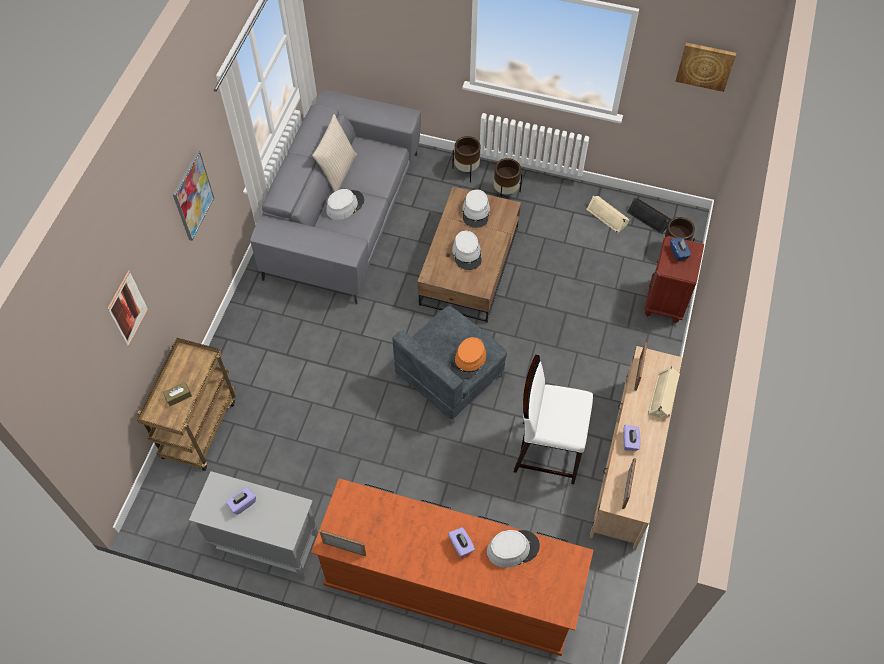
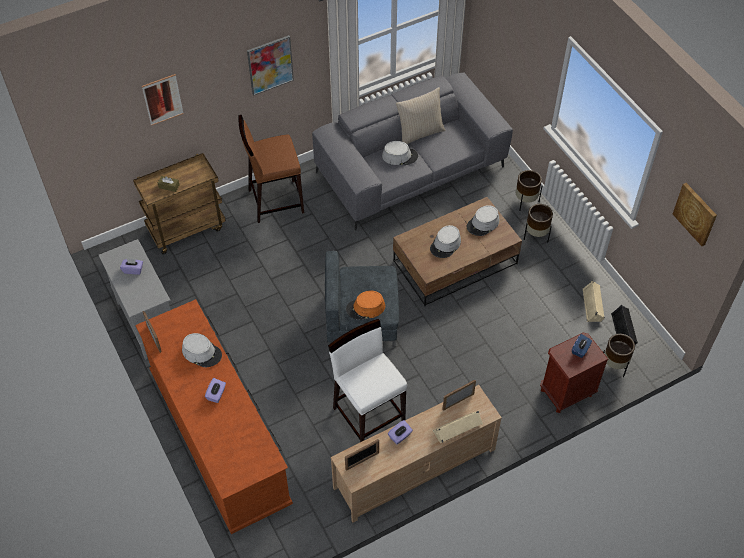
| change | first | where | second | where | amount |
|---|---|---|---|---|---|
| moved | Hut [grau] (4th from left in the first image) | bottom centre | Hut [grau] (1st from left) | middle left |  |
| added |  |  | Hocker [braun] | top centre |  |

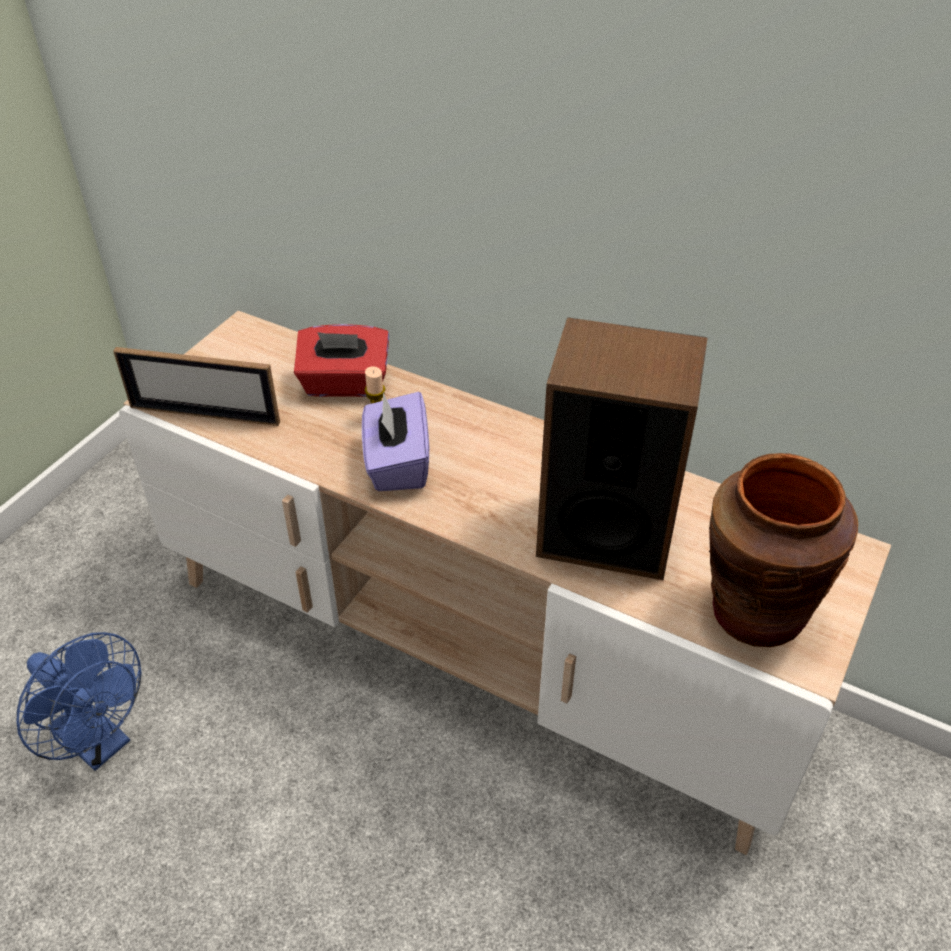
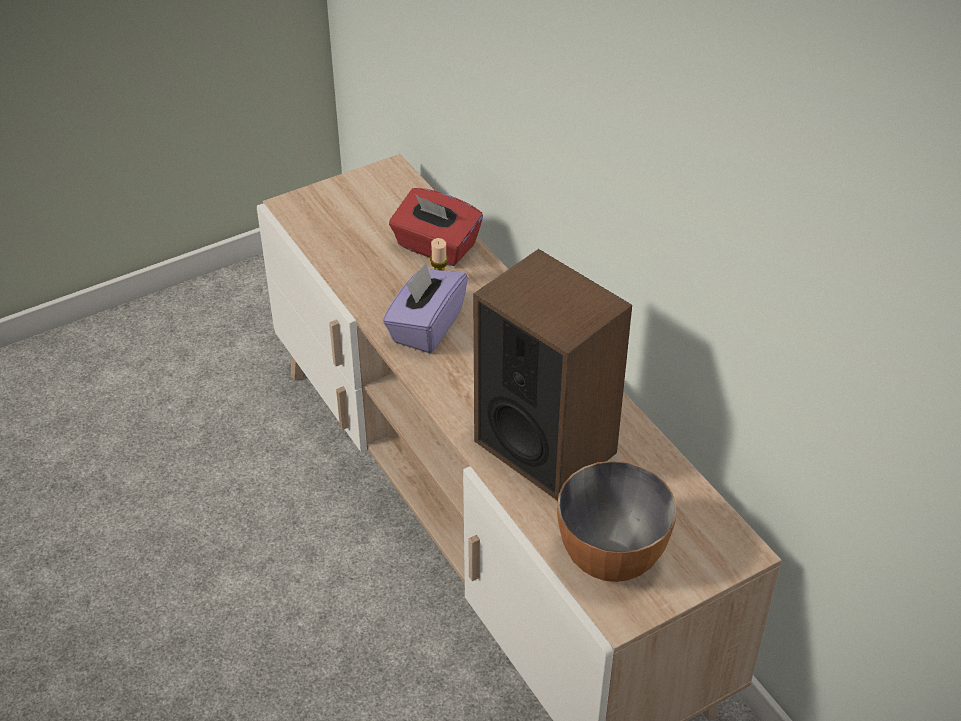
| change | first | where | second | where | amount |
|---|---|---|---|---|---|
| removed | Bilderrahmen | middle left |  |  |  |
| replaced | Vase [braun] | middle right | Schüssel | bottom centre |  |
| removed | Ventilator [blau] | bottom left |  |  |  |

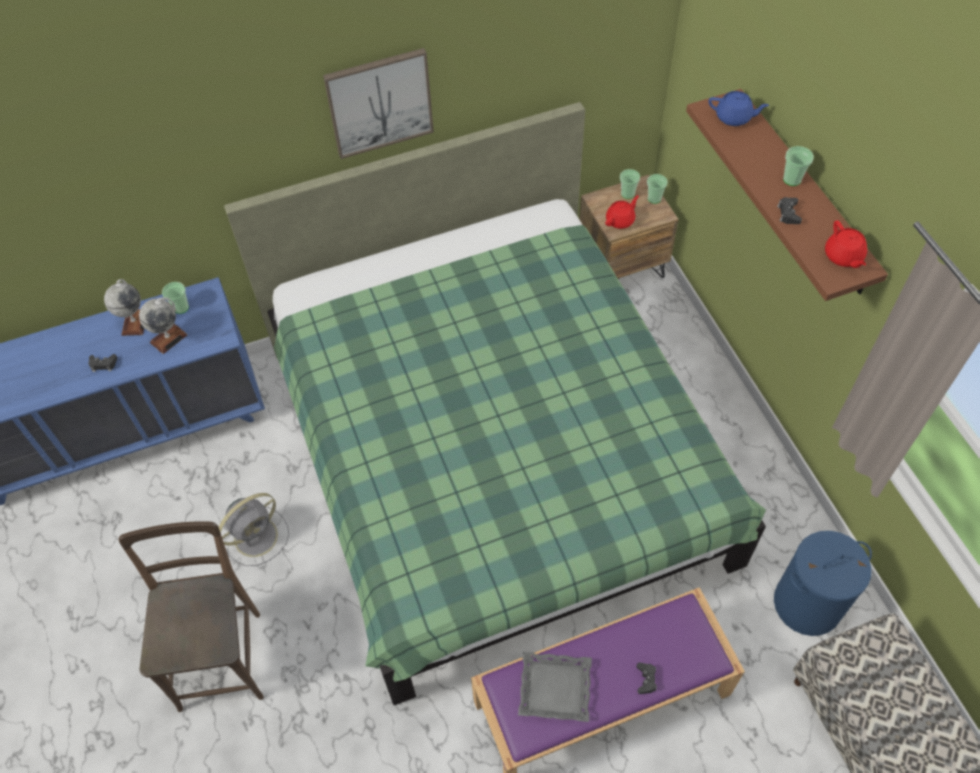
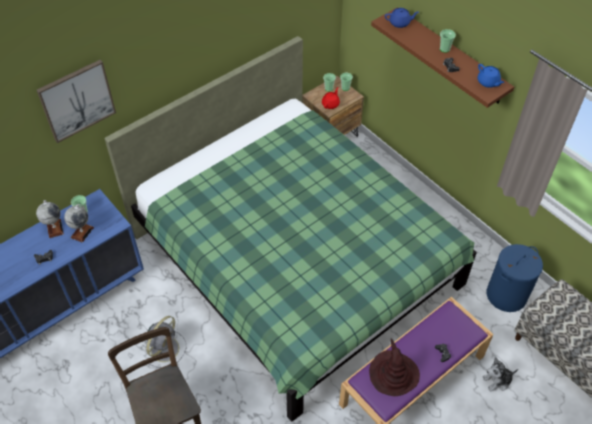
| change | first | where | second | where | amount |
|---|---|---|---|---|---|
| moved | Bild | top centre |  | top left |  |
| recoloured | Teekanne [rot] (2nd from left) | top right | Teekanne [blau] (2nd from left) | top right |  |
| replaced | Tablett [grau] | bottom centre | Hut [braun] | bottom centre |  |
| added |  |  | Plüschtier | bottom right |  |

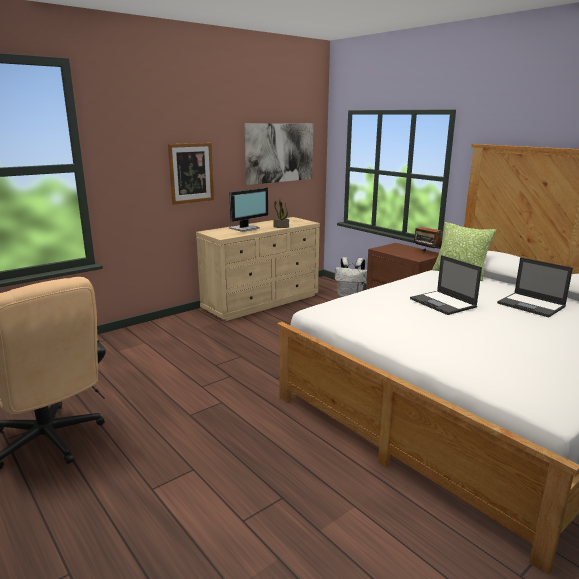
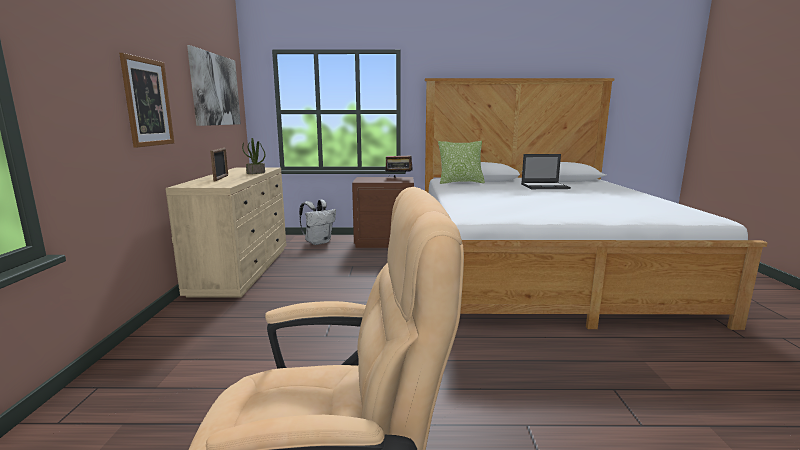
| change | first | where | second | where | amount |
|---|---|---|---|---|---|
| replaced | Monitor | centre | Bilderrahmen | middle left |  |
| removed | Laptop (1st from left) | middle right |  |  |  |

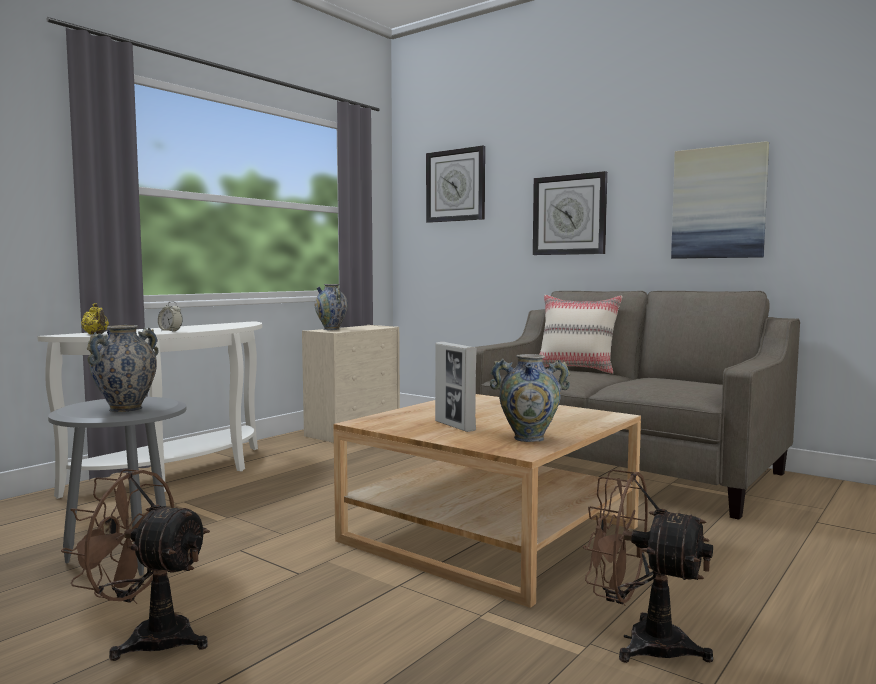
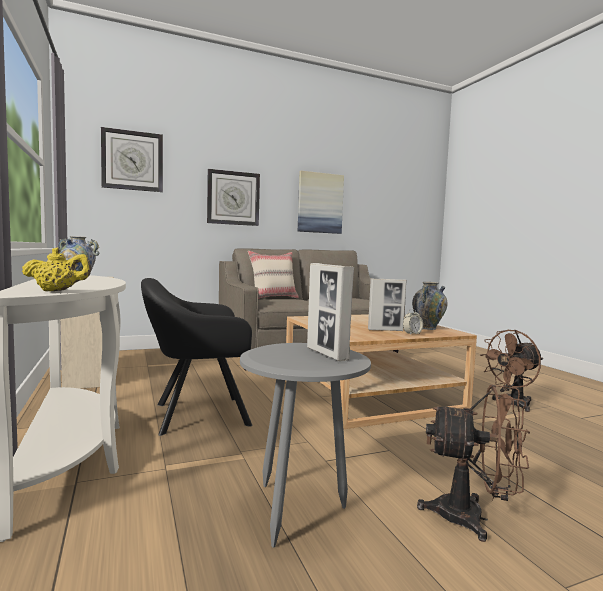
| change | first | where | second | where | amount |
|---|---|---|---|---|---|
| moved | Wecker | middle left |  | middle right |  |
| replaced | Vase (1st from left) | middle left | Bilderrahmen (1st from left) | centre |  |
| turned | Ventilator [braun] (1st from left) | bottom left |  | bottom right | 120 degrees counterclockwise |
| added |  |  | Sessel [schwarz] | middle left |  |

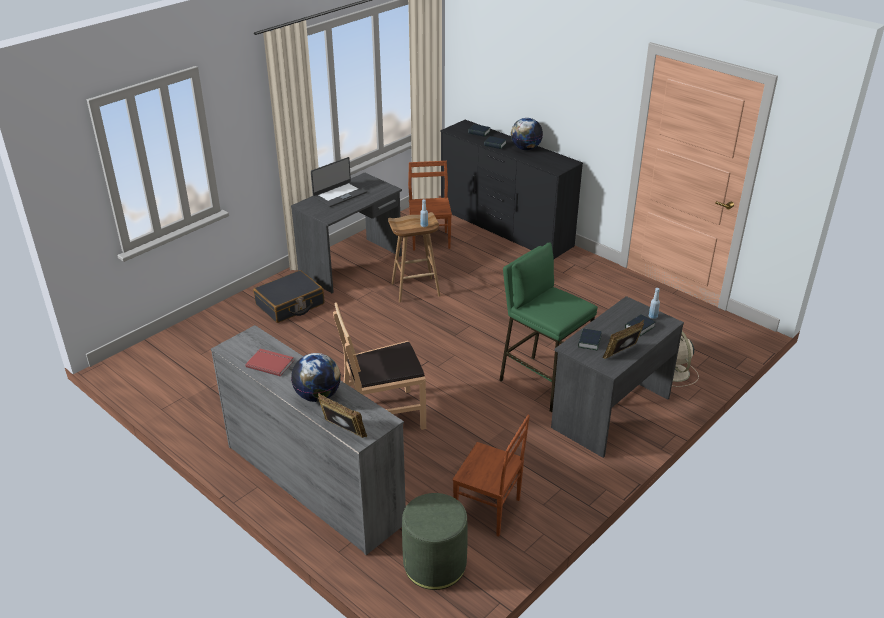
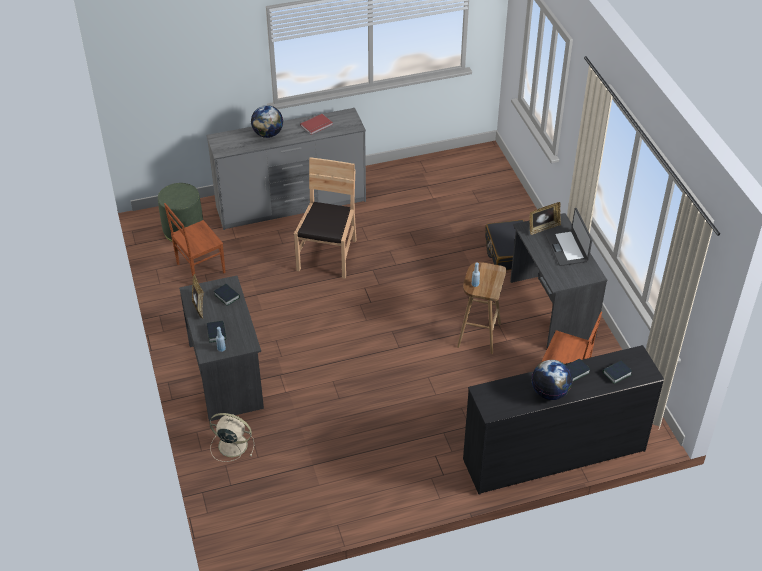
| change | first | where | second | where | amount |
|---|---|---|---|---|---|
| removed | Hocker [grün] | centre |  |  |  |
| moved | Bilderrahmen (1st from left in the first image) | bottom centre | Bilderrahmen (2nd from left) | middle right |  |

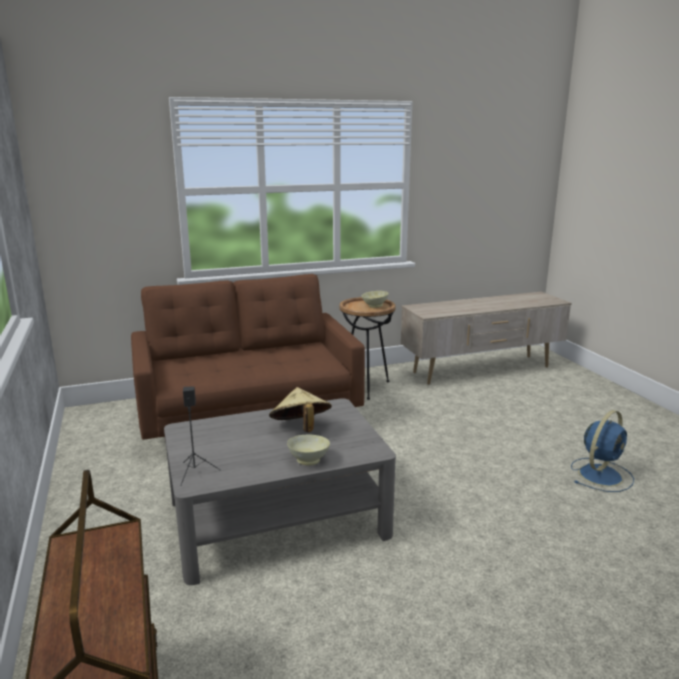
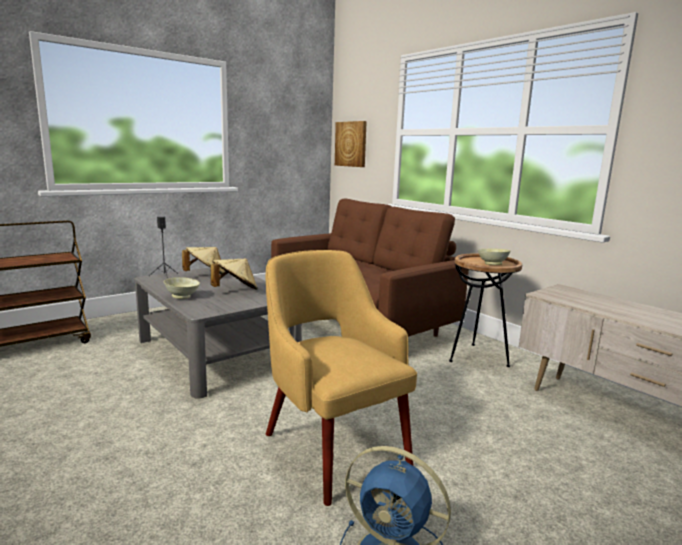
| change | first | where | second | where | amount |
|---|---|---|---|---|---|
| added |  |  | Bild | top centre |  |
| added |  |  | Hut [beige] (1st from left) | middle left |  |
| added |  |  | Sessel [gelb] | bottom centre |  |

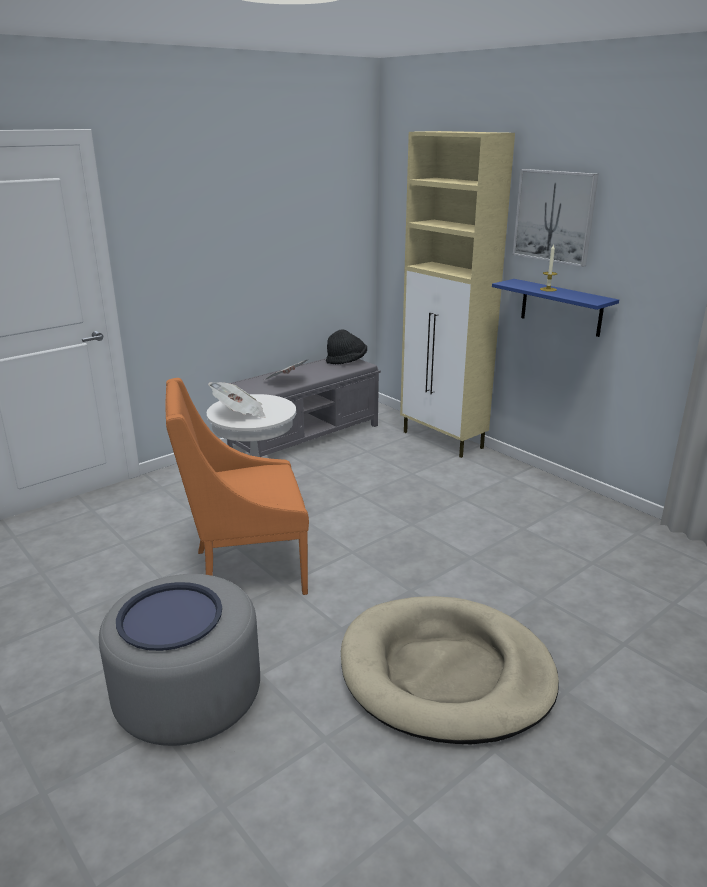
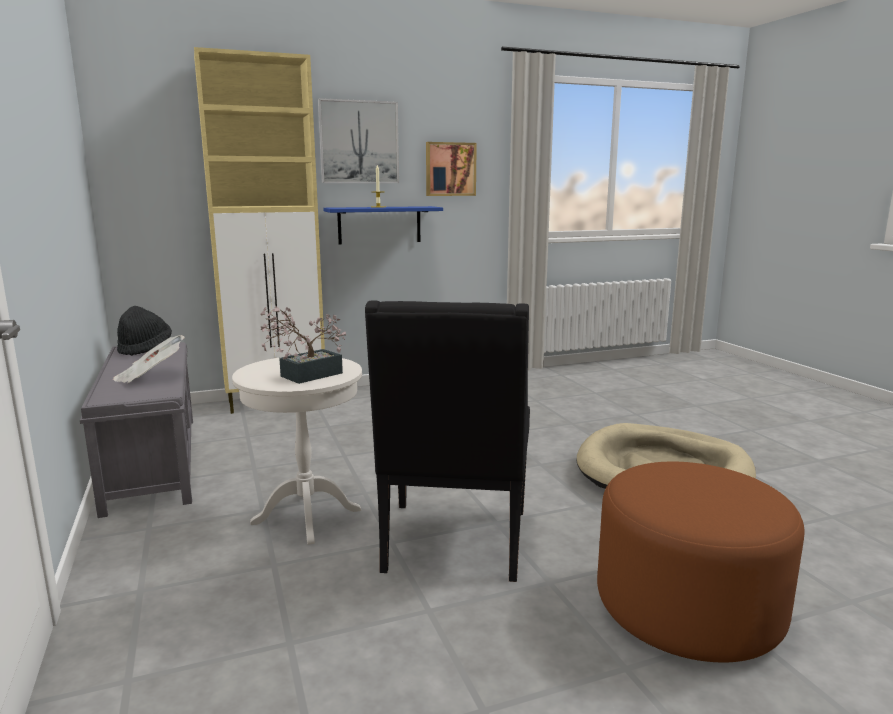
| change | first | where | second | where | amount |
|---|---|---|---|---|---|
| recoloured | Sessel [orange] | centre | Sessel [schwarz] | centre |  |
| replaced | Zeitung (1st from left) | centre | Topfpflanze | centre |  |
| recoloured | Polsterhocker [grau] | bottom left | Polsterhocker [braun] | bottom right |  |
| removed | Tablett [blau] | bottom left |  |  |  |
| added |  |  | Bild (2nd from left) | top centre |  |

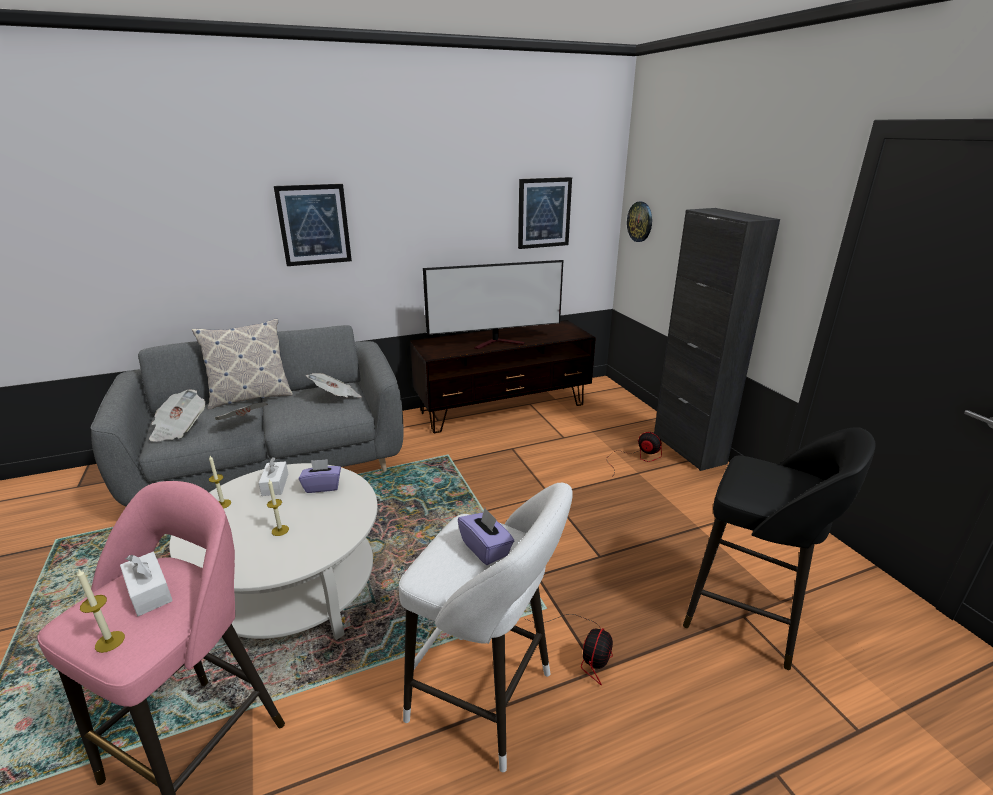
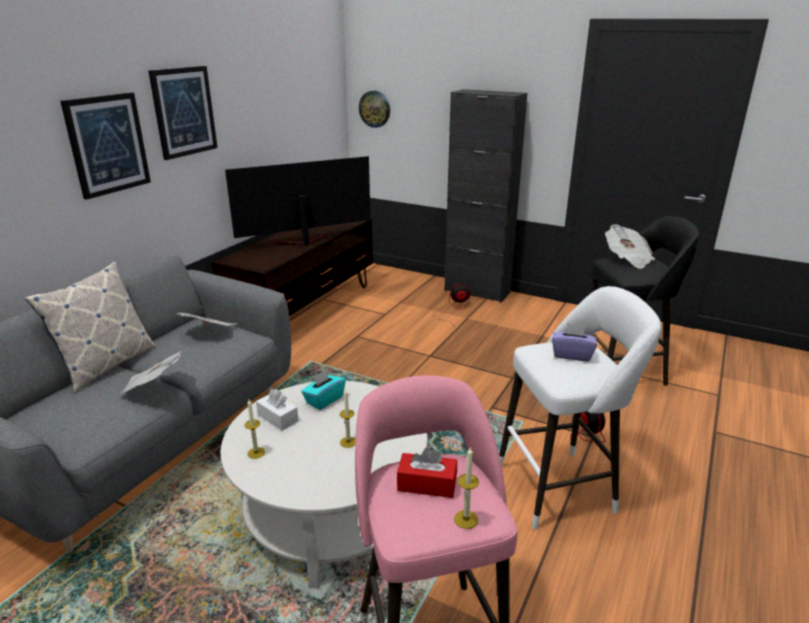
| change | first | where | second | where | amount |
|---|---|---|---|---|---|
| moved | Bild (2nd from left) | top centre |  | top left |  |
| turned | Fernseher | centre |  | top centre | 150 degrees counterclockwise |
| moved | Zeitung (1st from left in the first image) | middle left | Zeitung (3rd from left) | middle right |  |
| recoloured | Taschentuchbox [lila] (1st from left) | middle left | Taschentuchbox [türkis] | centre |  |
| recoloured | Taschentuchbox [weiß] (1st from left) | bottom left | Taschentuchbox [rot] | bottom centre |  |

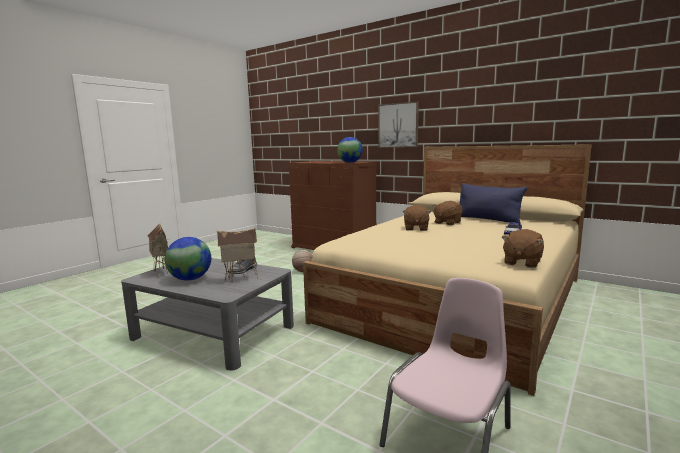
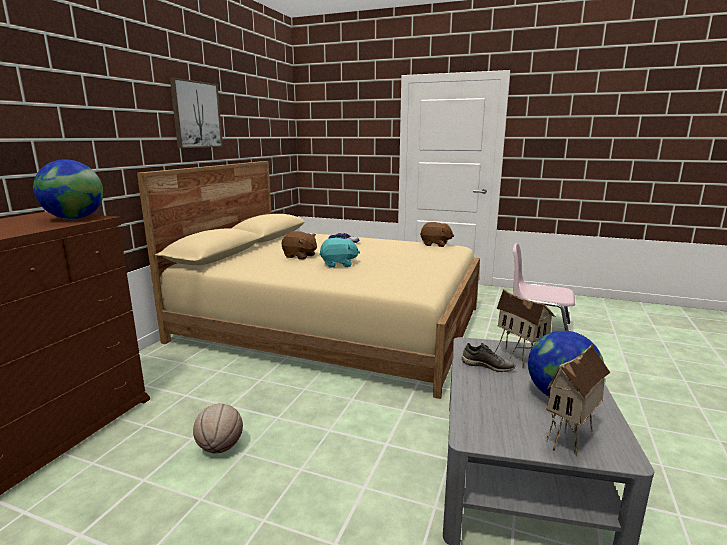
| change | first | where | second | where | amount |
|---|---|---|---|---|---|
| moved | Bild | top centre |  | top left |  |
| removed | Kissen [blau] | middle right |  |  |  |
| recoloured | Plüschtier [braun] (1st from left) | centre | Plüschtier [türkis] | centre |  |

